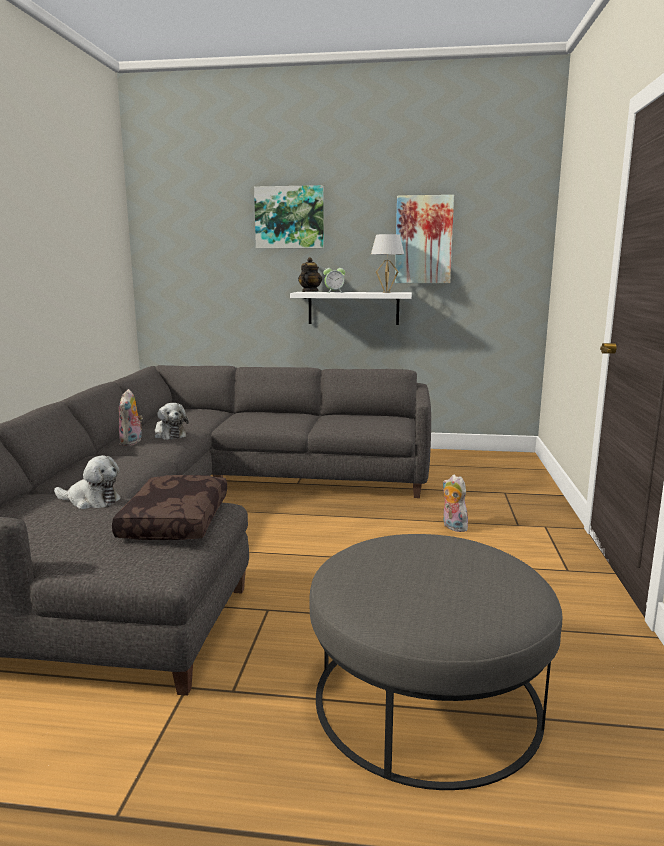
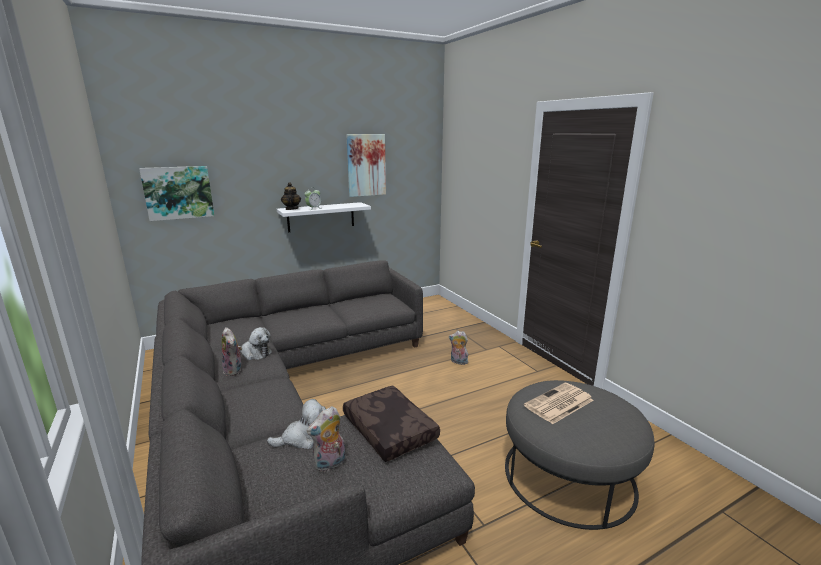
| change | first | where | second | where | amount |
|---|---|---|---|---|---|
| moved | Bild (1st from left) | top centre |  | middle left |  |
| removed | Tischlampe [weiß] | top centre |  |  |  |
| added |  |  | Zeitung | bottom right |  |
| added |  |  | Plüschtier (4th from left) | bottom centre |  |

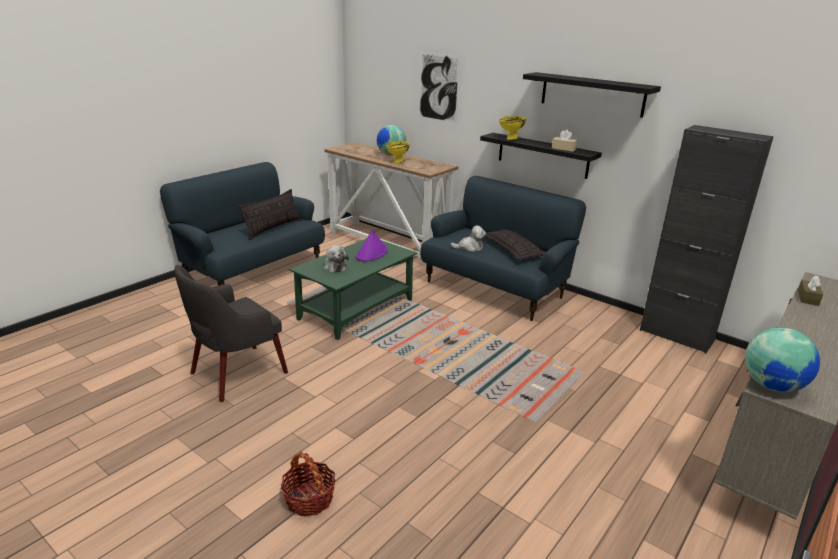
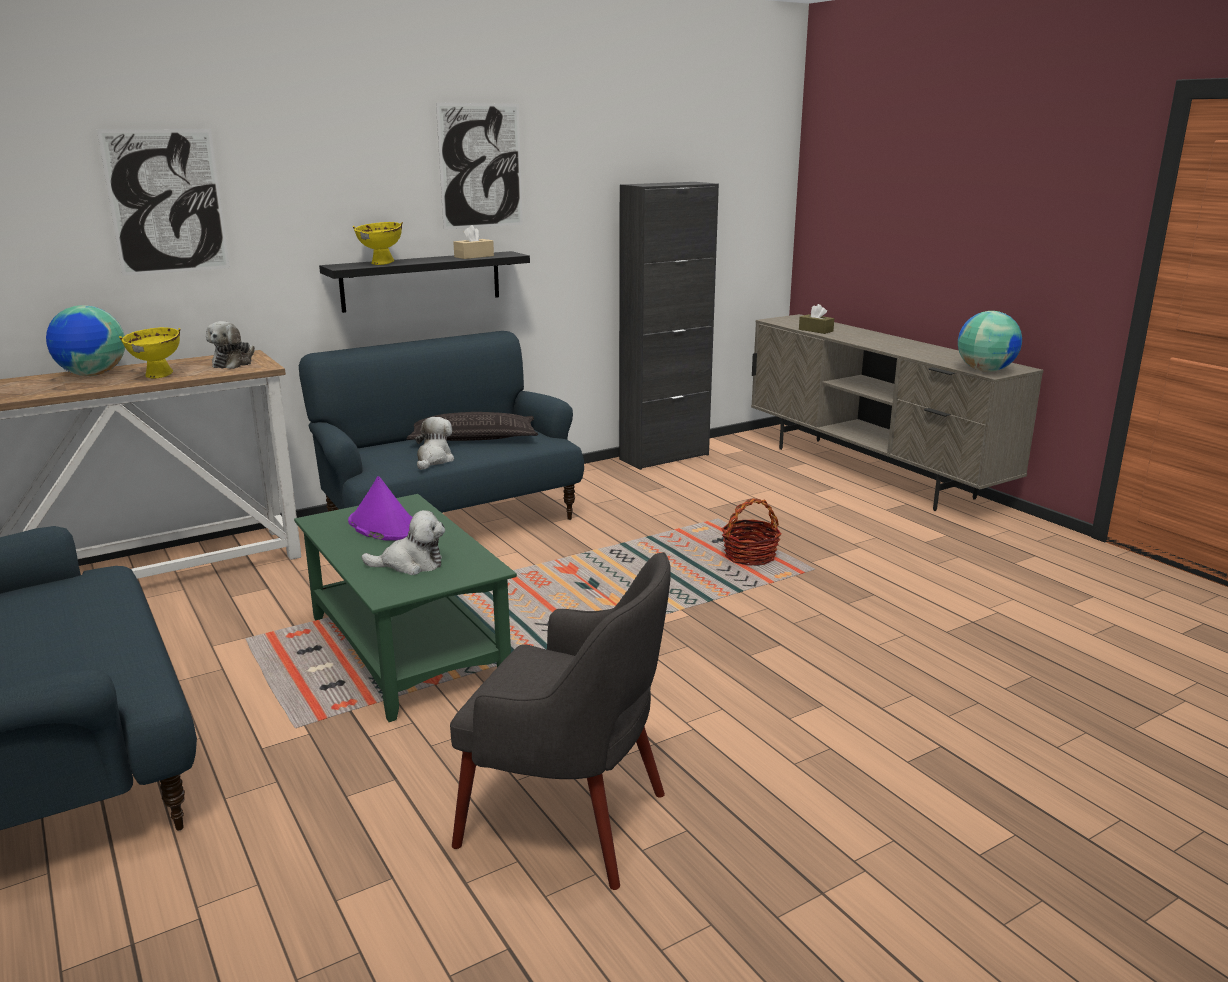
| change | first | where | second | where | amount |
|---|---|---|---|---|---|
| replaced | Wandregal [schwarz] (2nd from left) | top right | Bild (2nd from left) | top centre |  |
| removed | Kissen (1st from left) | middle left |  |  |  |
| turned | Sessel [grau] | middle left |  | bottom centre | 45 degrees counterclockwise |
| moved | Korb | bottom centre |  | centre |  |
| added |  |  | Plüschtier (1st from left) | middle left |  |

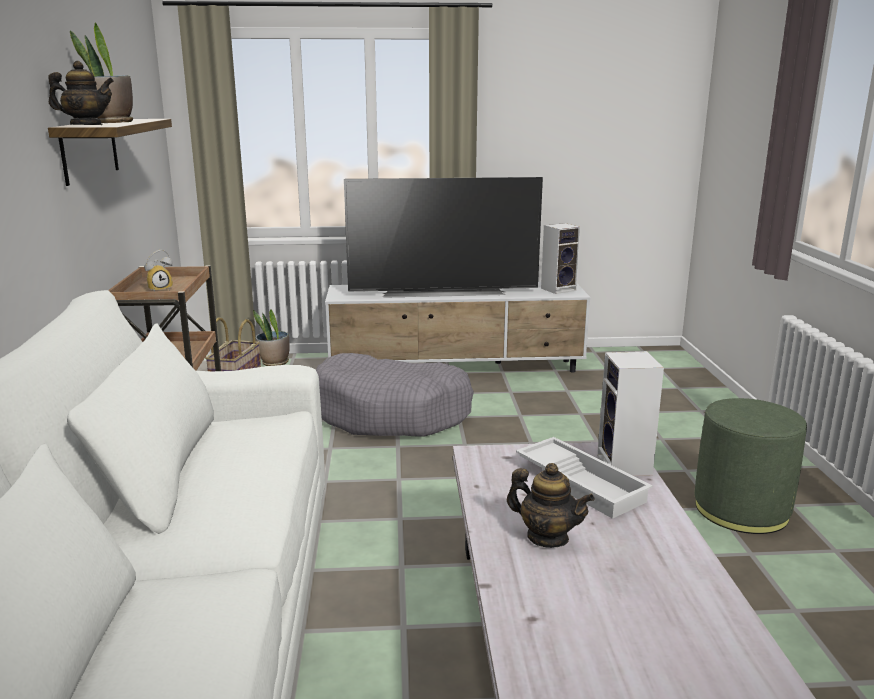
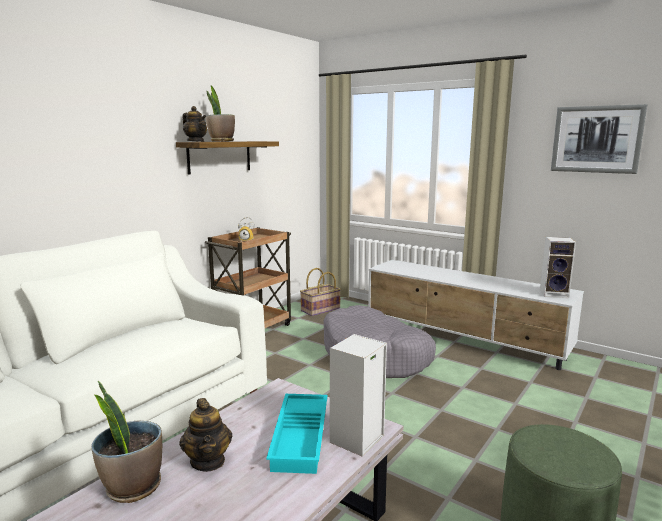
| change | first | where | second | where | amount |
|---|---|---|---|---|---|
| removed | Fernseher | centre |  |  |  |
| moved | Topfpflanze (2nd from left in the first image) | middle left | Topfpflanze (1st from left) | bottom left |  |
| recoloured | Tablett [weiß] | bottom right | Tablett [türkis] | bottom centre |  |
| added |  |  | Bild | top right |  |

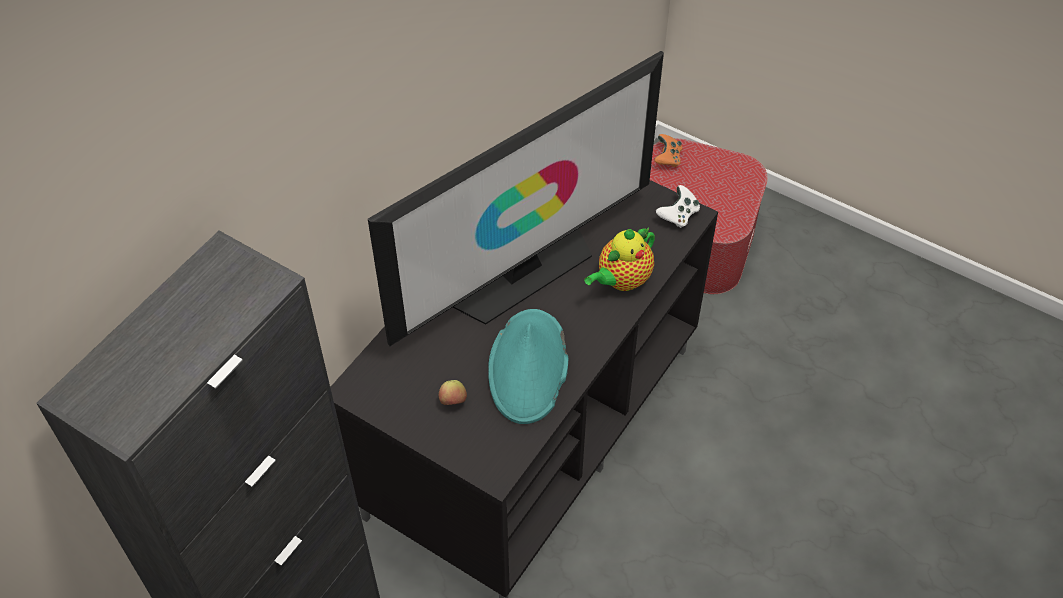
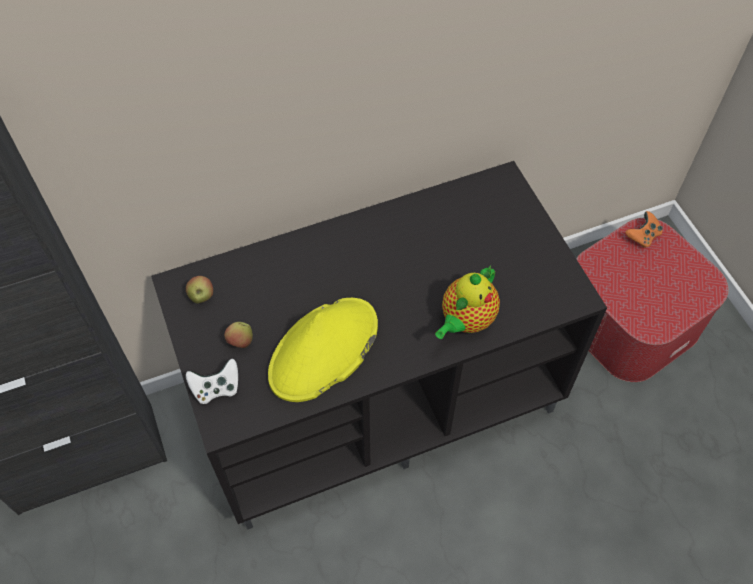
| change | first | where | second | where | amount |
|---|---|---|---|---|---|
| removed | Fernseher | top centre |  |  |  |
| moved | Gamepad [weiß] | centre |  | middle left |  |
| turned | Teekanne | centre |  | centre | 45 degrees counterclockwise |
| recoloured | Hut [türkis] | centre | Hut [gelb] | centre |  |
| added |  |  | Apfel (1st from left) | middle left |  |

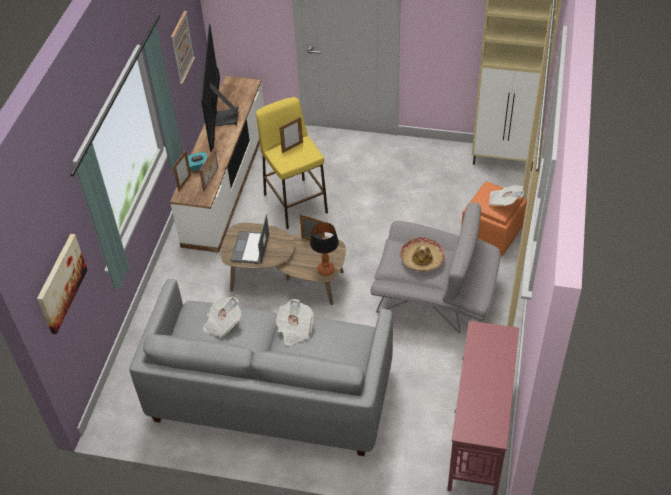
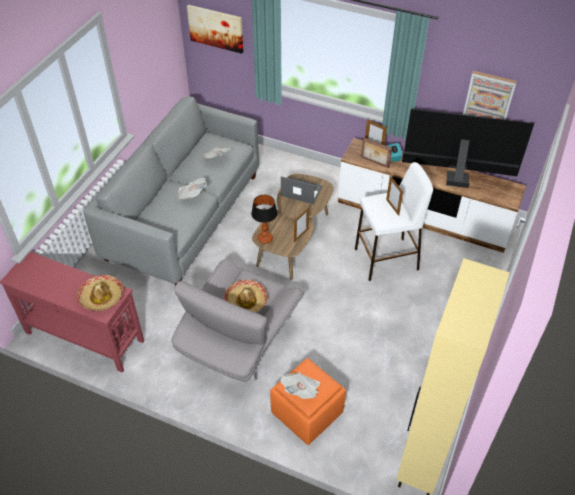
| change | first | where | second | where | amount |
|---|---|---|---|---|---|
| recoloured | Hocker [gelb] | top centre | Hocker [weiß] | middle right |  |
| added |  |  | Hut (1st from left) | middle left |  |

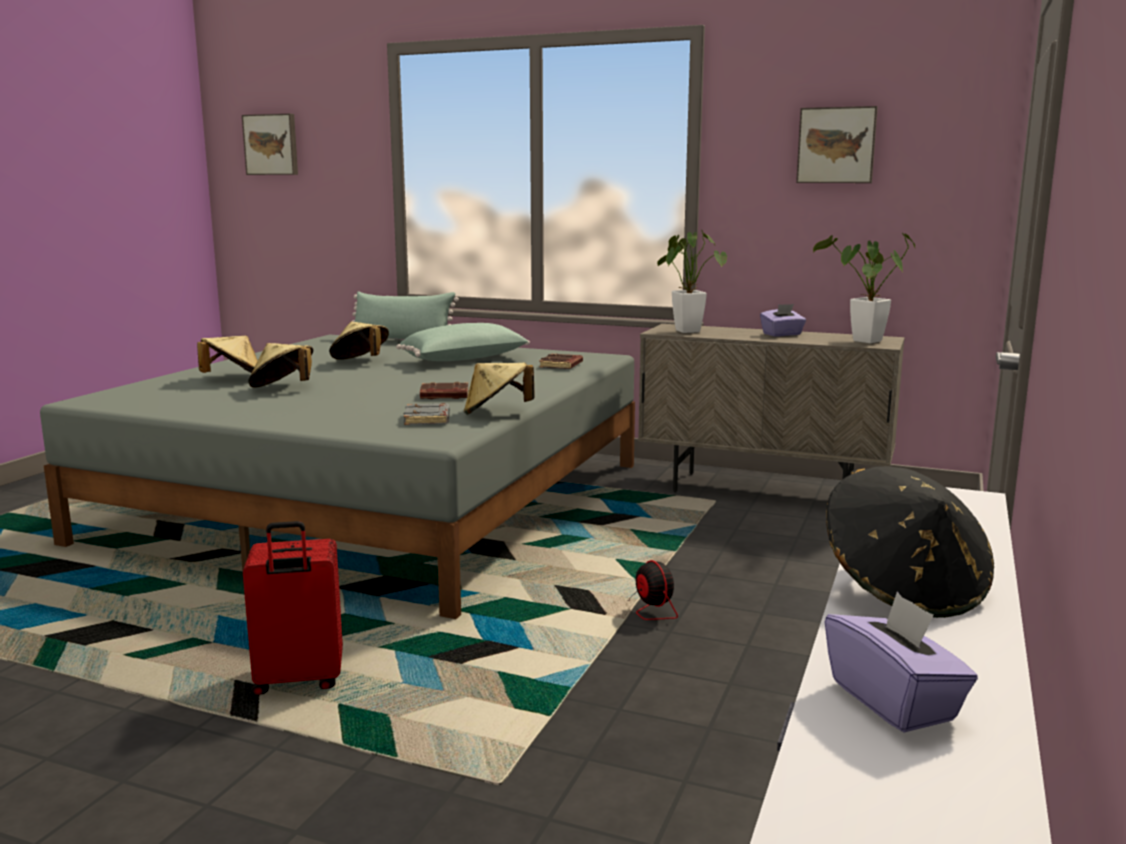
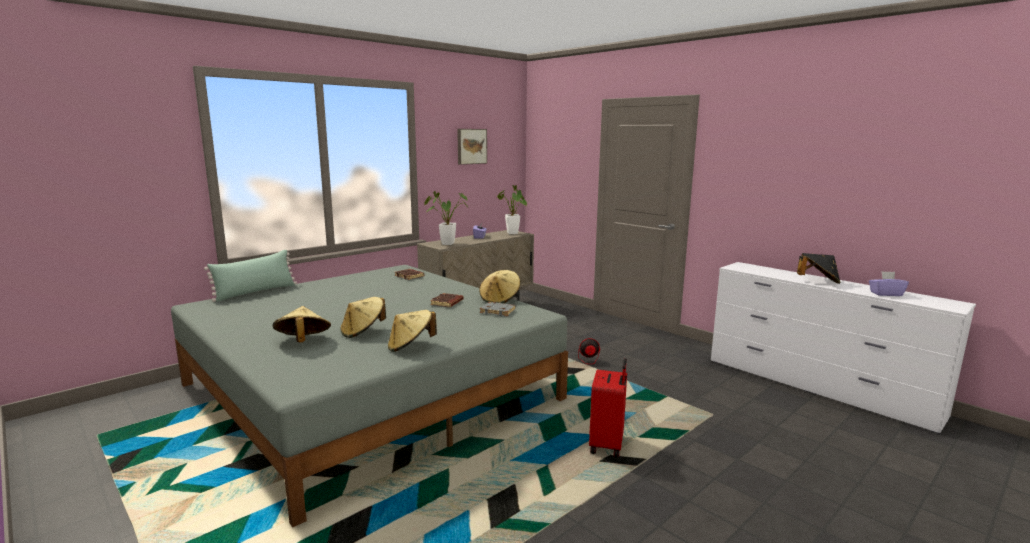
| change | first | where | second | where | amount |
|---|---|---|---|---|---|
| removed | Bild (1st from left) | top left |  |  |  |
| moved | Hut [beige] (3rd from left) | middle left |  | centre |  |
| removed | Kissen [grün] (2nd from left) | centre |  |  |  |

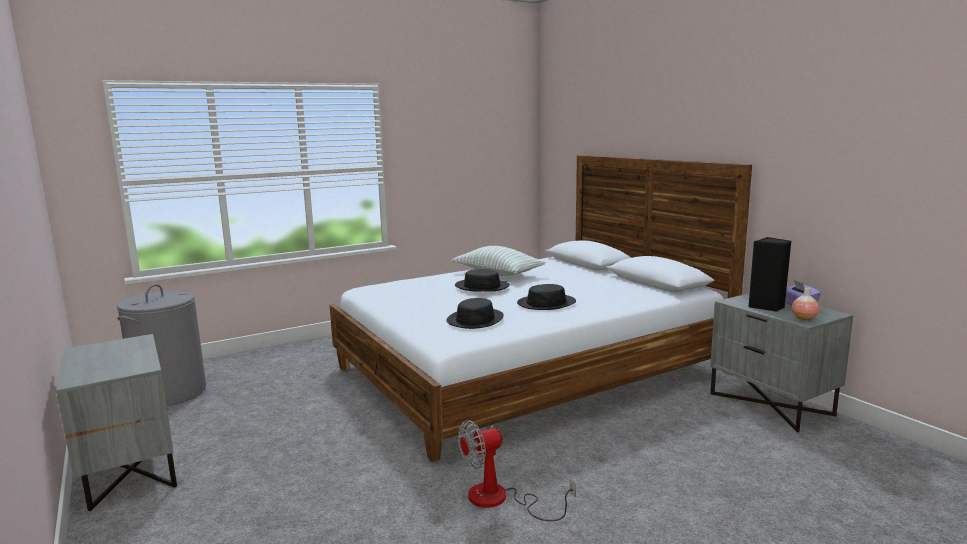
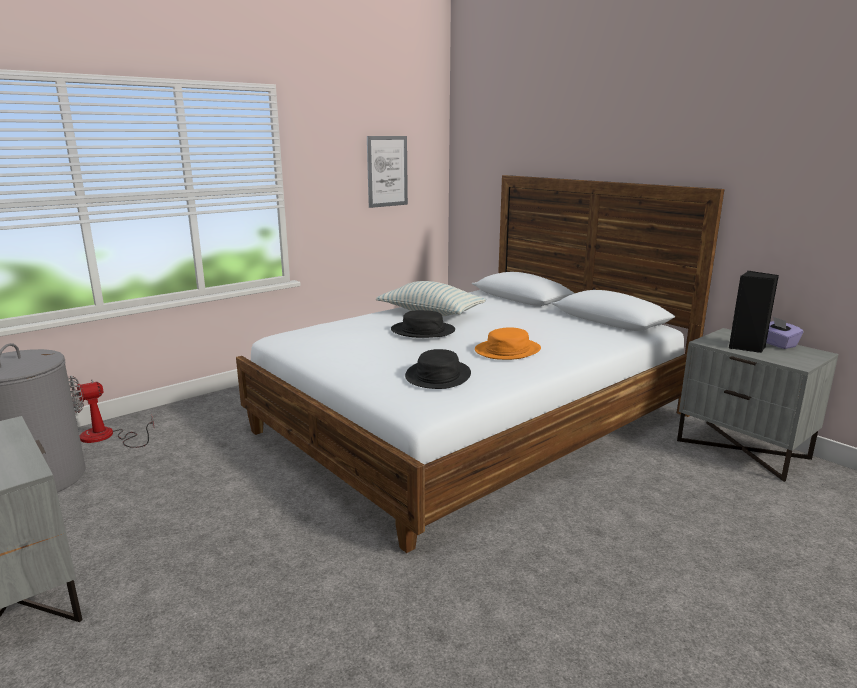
| change | first | where | second | where | amount |
|---|---|---|---|---|---|
| recoloured | Hut [schwarz] (3rd from left) | centre | Hut [orange] | centre |  |
| removed | Vase | middle right |  |  |  |
| moved | Ventilator | bottom centre |  | middle left |  |
| added |  |  | Bild | top centre |  |

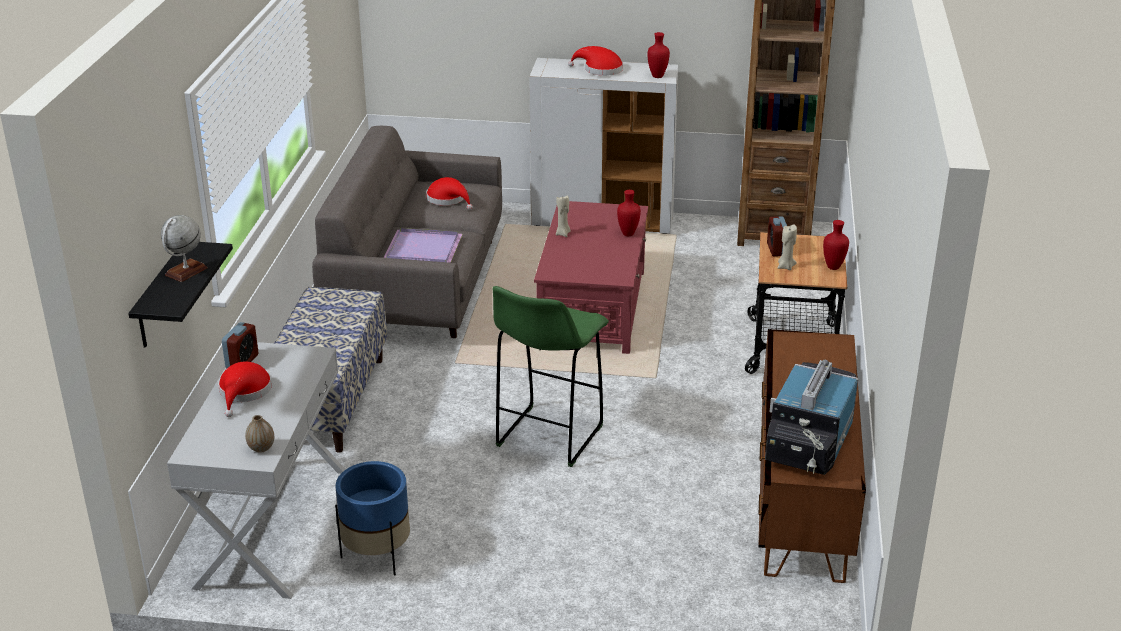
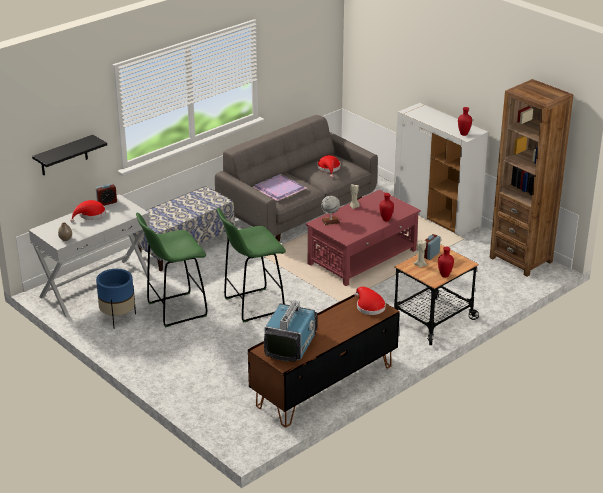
| change | first | where | second | where | amount |
|---|---|---|---|---|---|
| moved | Hut [rot] (3rd from left) | top centre |  | centre |  |
| moved | Globus | middle left |  | centre |  |
| turned | Fernseher | middle right |  | bottom centre | 135 degrees clockwise |
| added |  |  | Hocker [grün] (1st from left) | middle left |  |

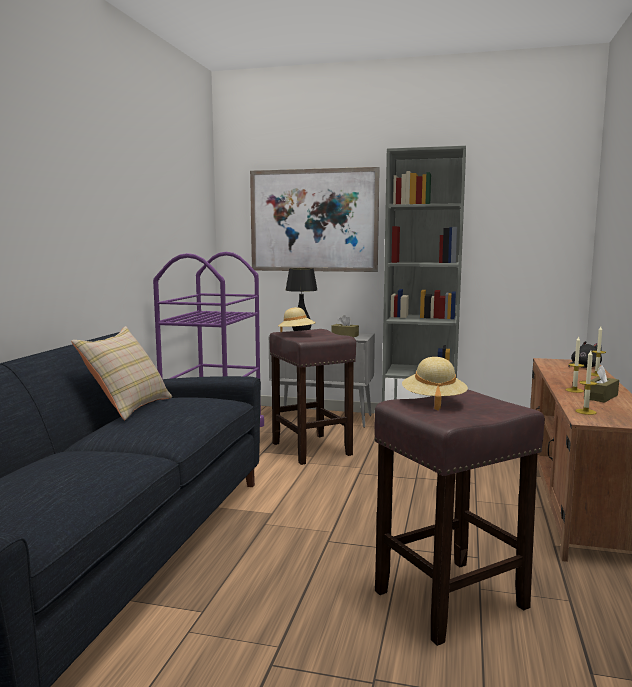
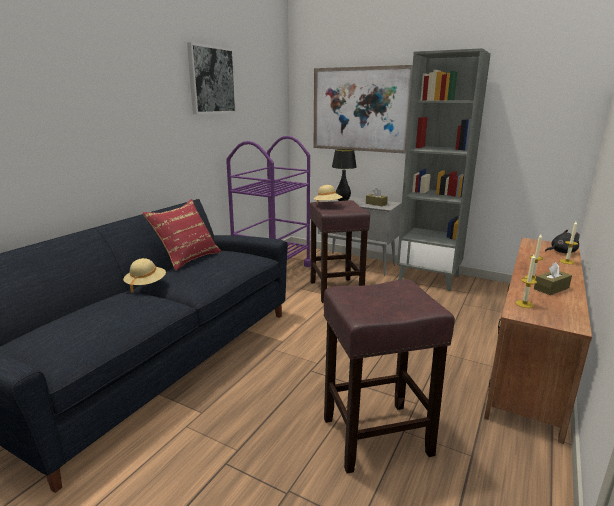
| change | first | where | second | where | amount |
|---|---|---|---|---|---|
| recoloured | Kissen [beige] | middle left | Kissen [rot] | middle left |  |
| moved | Hut [beige] (2nd from left in the first image) | middle right | Hut [beige] (1st from left) | middle left |  |
| added |  |  | Bild (1st from left) | top centre |  |

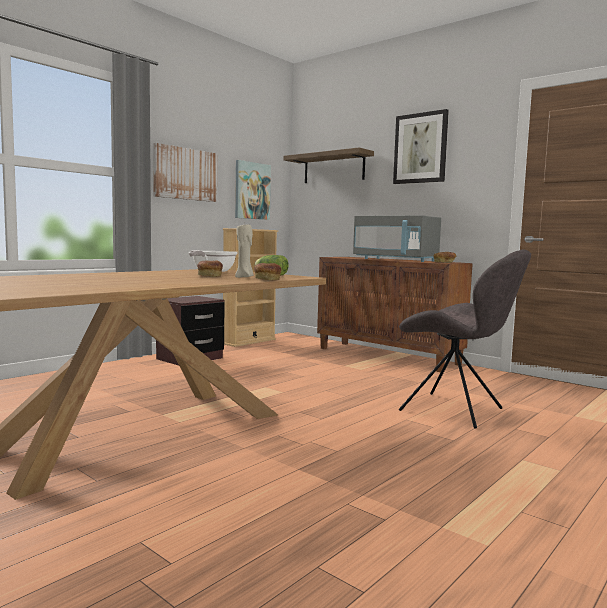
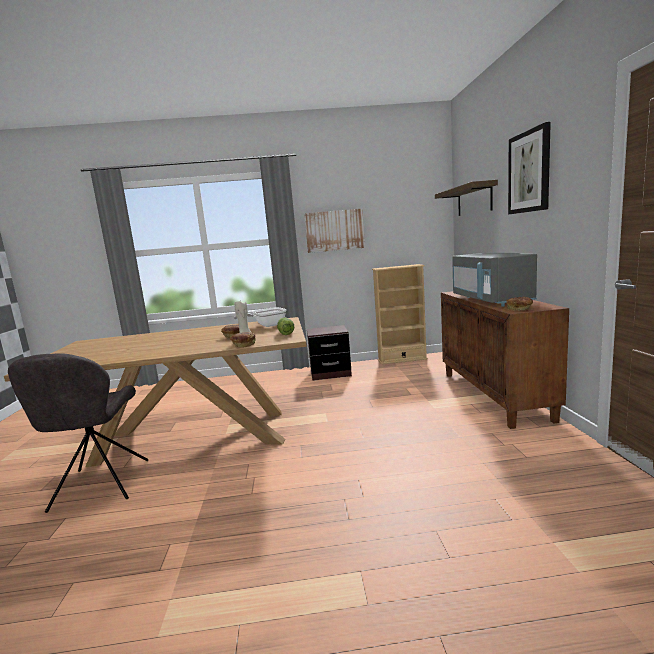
| change | first | where | second | where | amount |
|---|---|---|---|---|---|
| removed | Bild (2nd from left) | top centre |  |  |  |
| moved | Stuhl [grau] | middle right |  | middle left |  |

